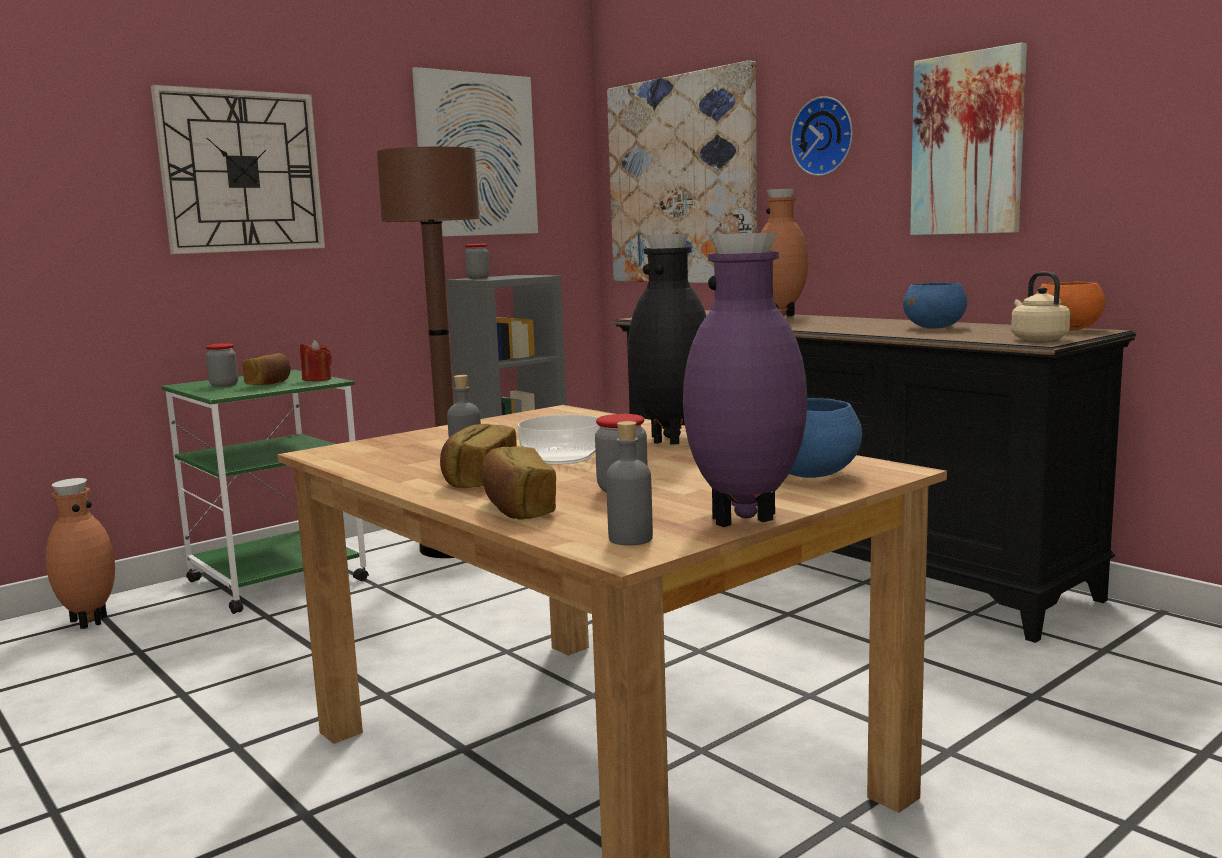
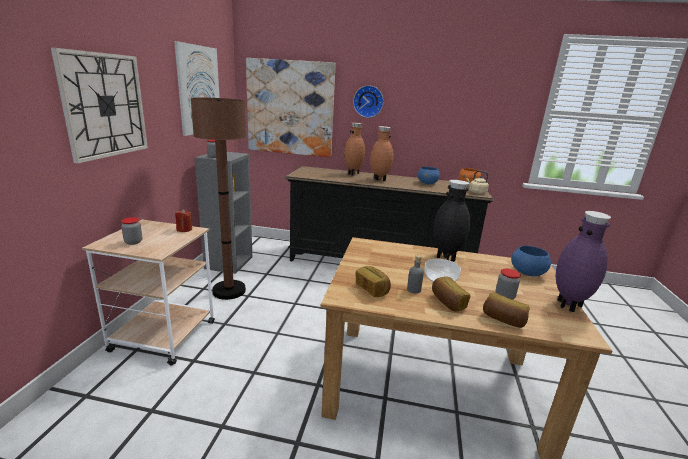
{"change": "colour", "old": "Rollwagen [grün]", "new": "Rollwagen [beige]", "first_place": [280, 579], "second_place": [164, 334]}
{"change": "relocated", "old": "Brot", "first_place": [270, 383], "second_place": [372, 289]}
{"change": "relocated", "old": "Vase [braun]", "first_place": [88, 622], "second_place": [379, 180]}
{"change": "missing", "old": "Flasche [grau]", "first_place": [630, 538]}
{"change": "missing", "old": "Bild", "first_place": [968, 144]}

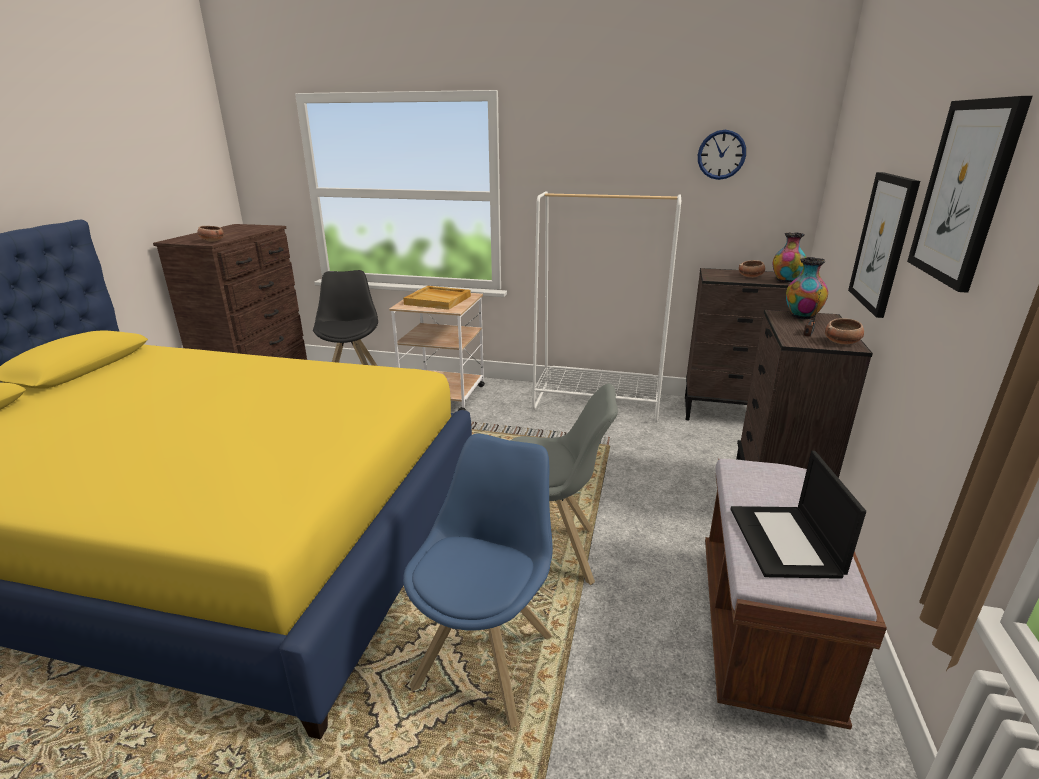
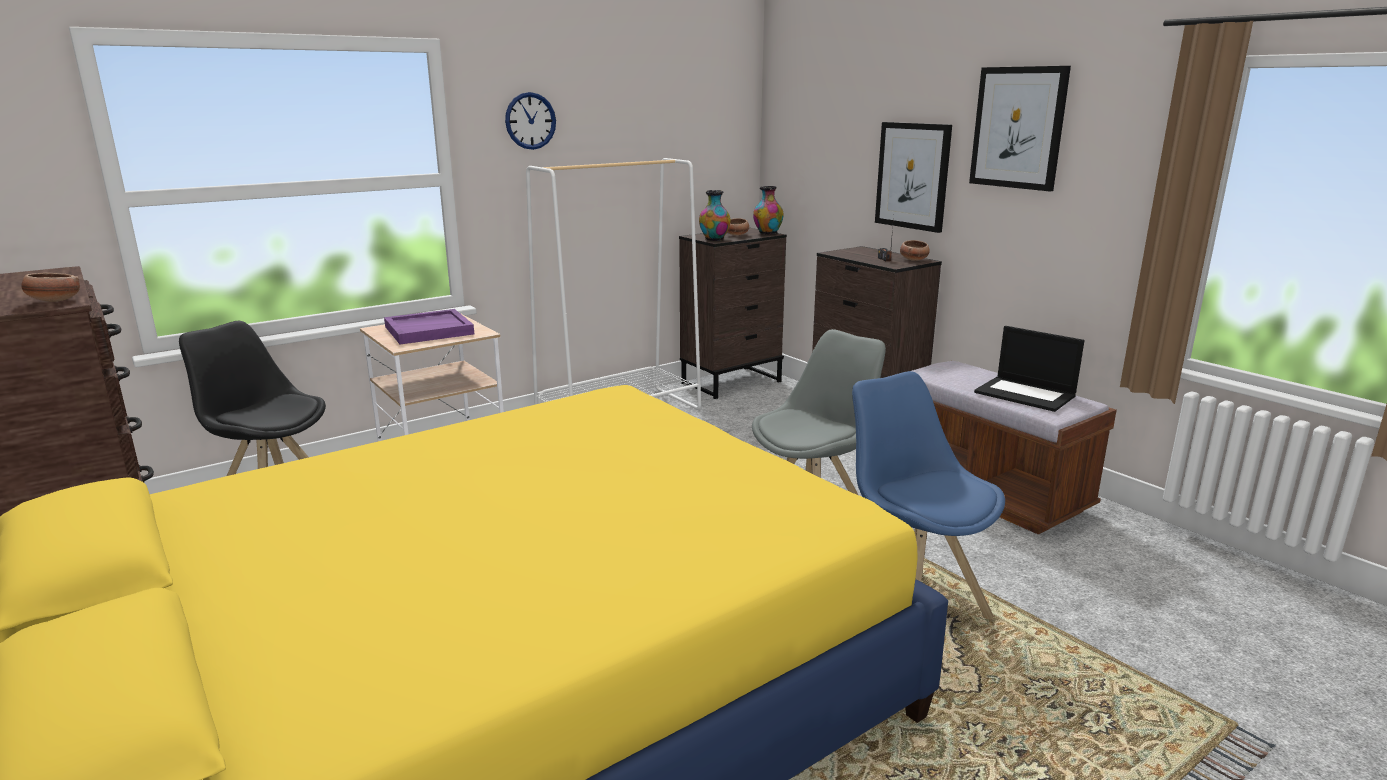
{"change": "colour", "old": "Tablett [beige]", "new": "Tablett [lila]", "first_place": [438, 300], "second_place": [429, 330]}
{"change": "relocated", "old": "Wanduhr", "first_place": [721, 154], "second_place": [530, 121]}
{"change": "relocated", "old": "Vase", "first_place": [801, 316], "second_place": [714, 239]}

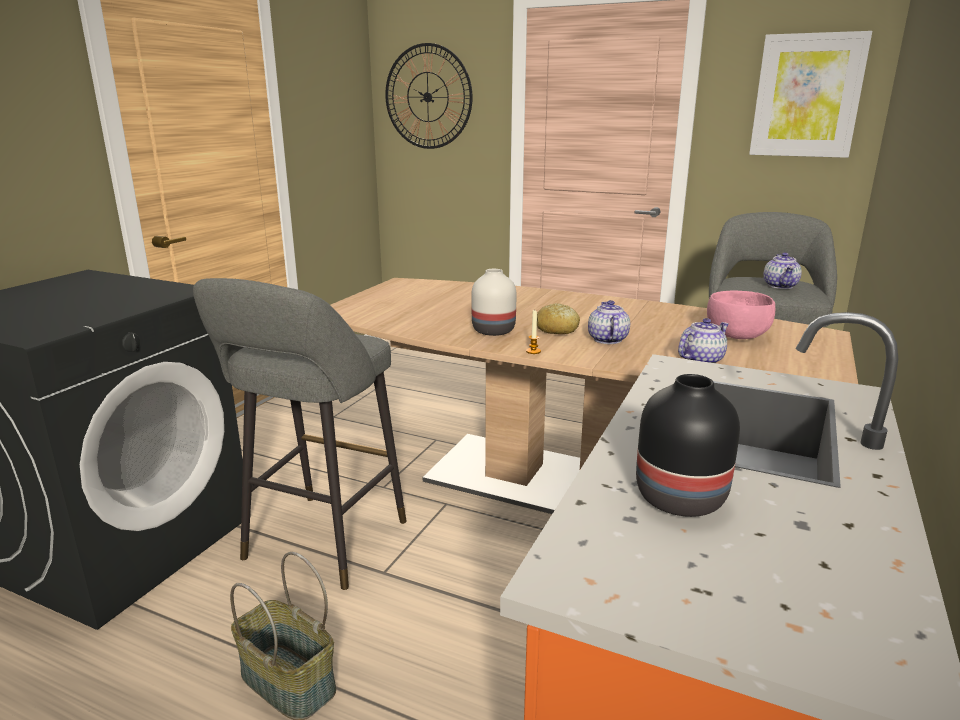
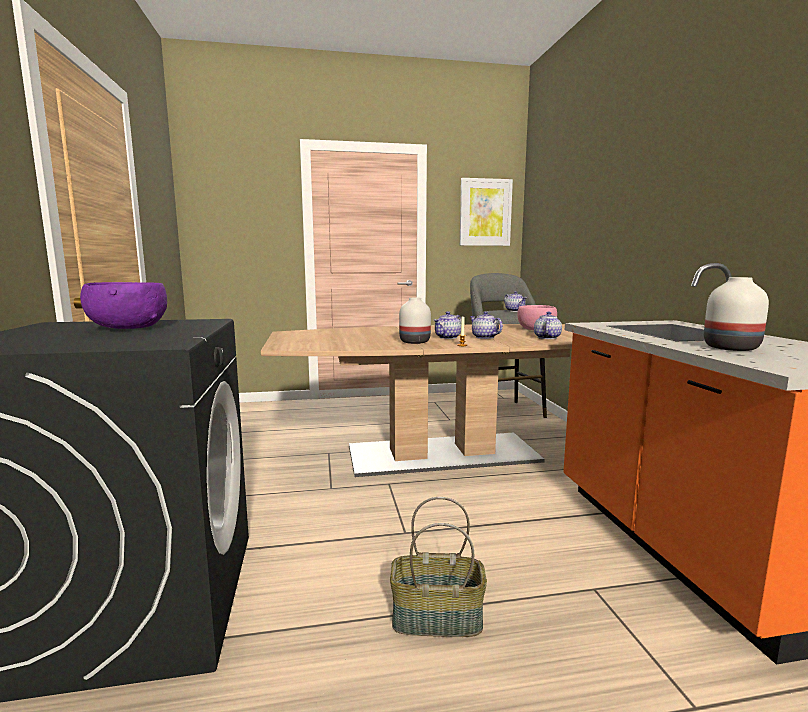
{"change": "appeared", "new": "Schüssel [lila]", "second_place": [128, 328]}
{"change": "exchanged", "old": "Brot", "new": "Teekanne", "first_place": [557, 329], "second_place": [448, 337]}
{"change": "colour", "old": "Vase [schwarz]", "new": "Vase [weiß]", "first_place": [682, 499], "second_place": [732, 348]}
{"change": "missing", "old": "Hocker [grau]", "first_place": [320, 545]}
{"change": "missing", "old": "Wanduhr", "first_place": [428, 97]}

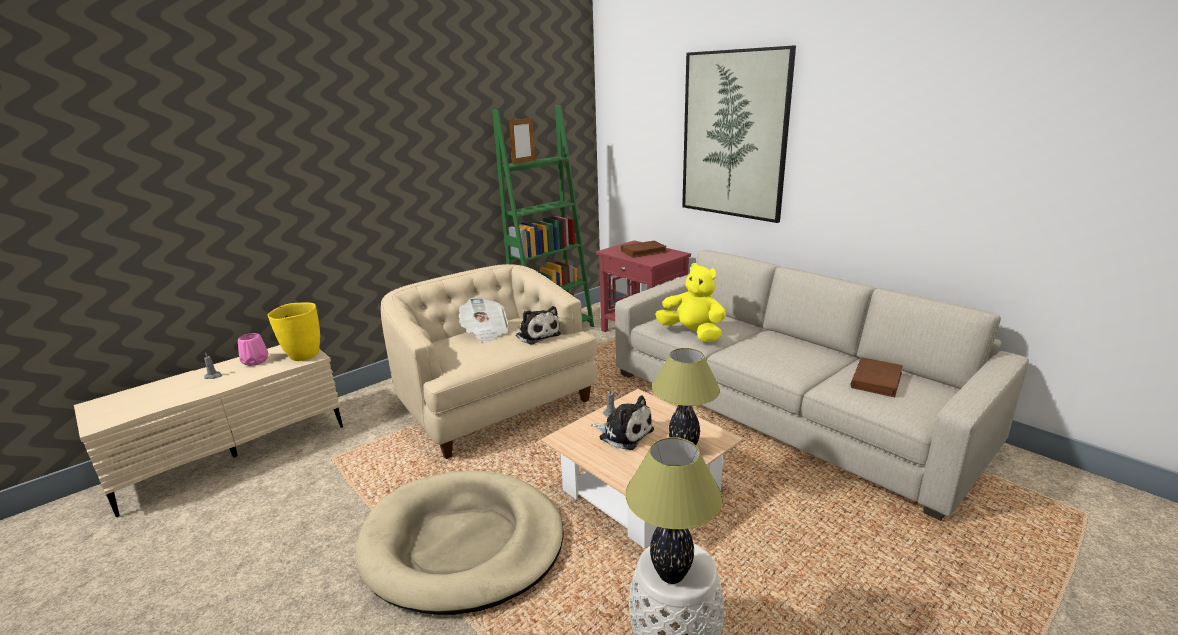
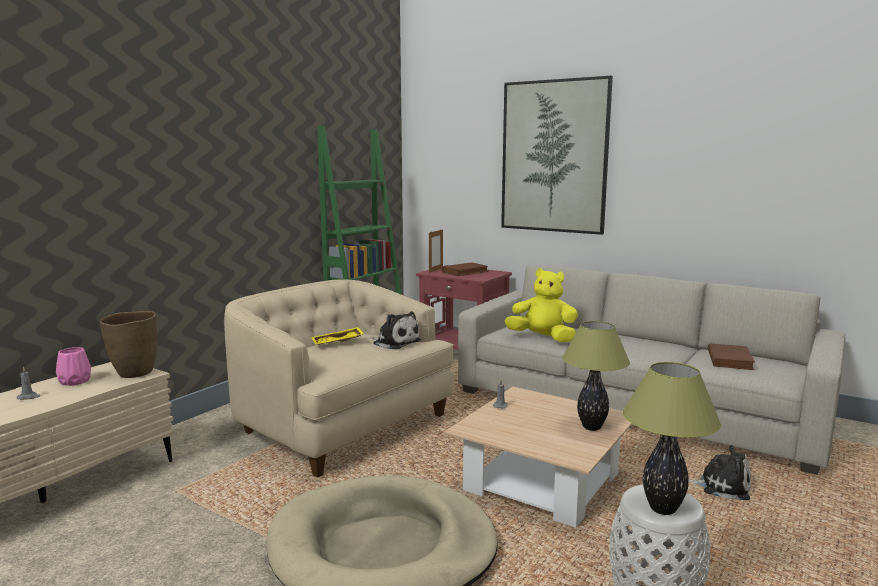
{"change": "colour", "old": "Vase [gelb]", "new": "Vase [braun]", "first_place": [303, 356], "second_place": [134, 373]}
{"change": "exchanged", "old": "Zeitung", "new": "Tablett [gelb]", "first_place": [485, 332], "second_place": [338, 343]}
{"change": "relocated", "old": "Bilderrahmen", "first_place": [524, 162], "second_place": [436, 270]}
{"change": "relocated", "old": "Plüschtier", "first_place": [624, 433], "second_place": [721, 486]}

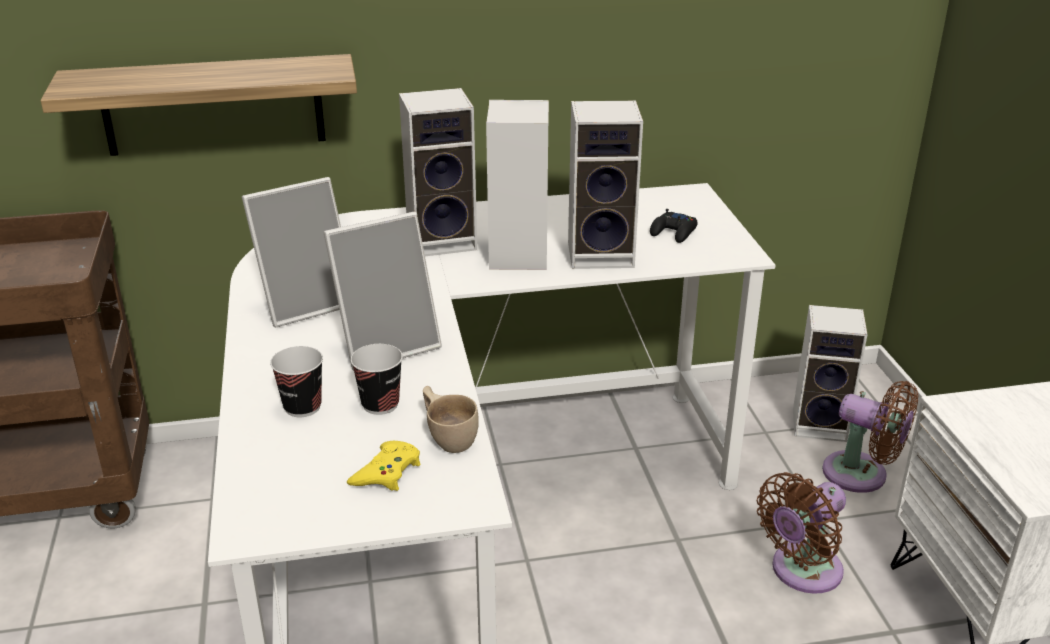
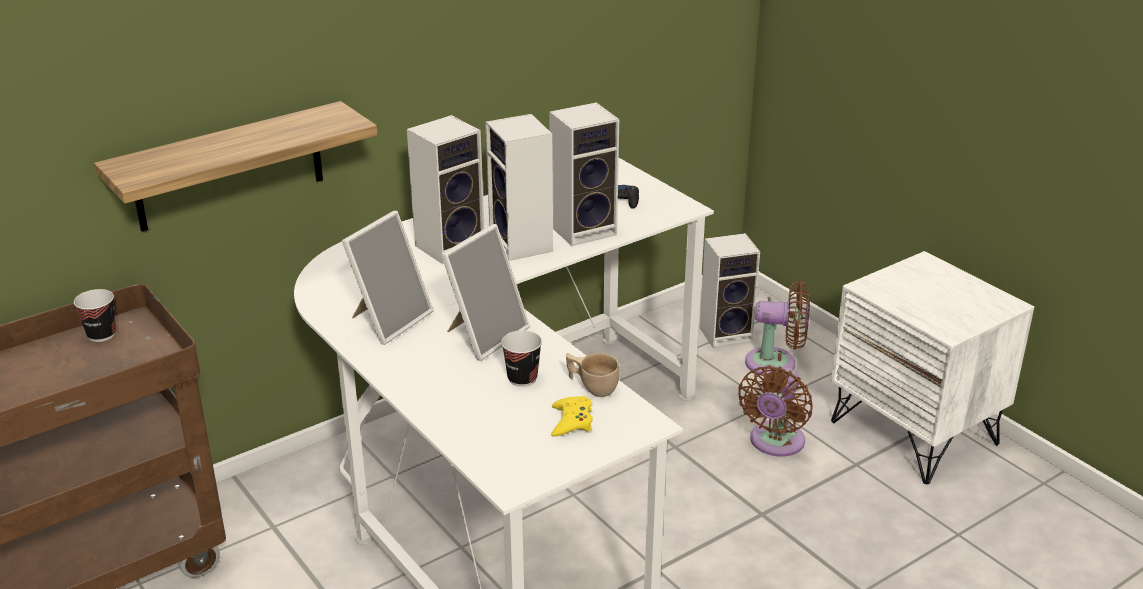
{"change": "relocated", "old": "Tasse", "first_place": [302, 407], "second_place": [101, 334]}

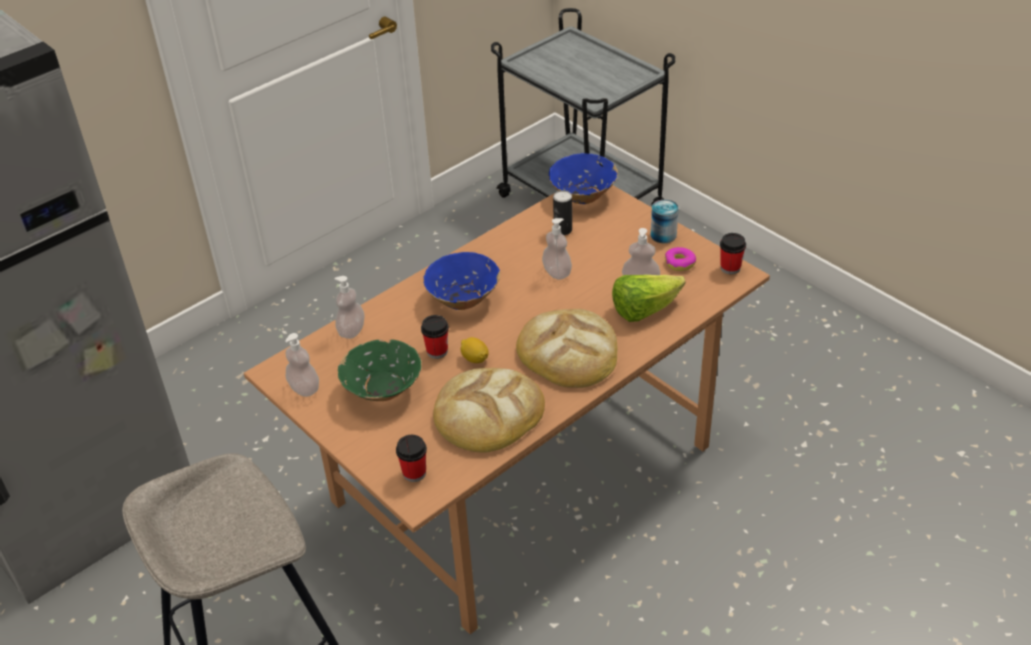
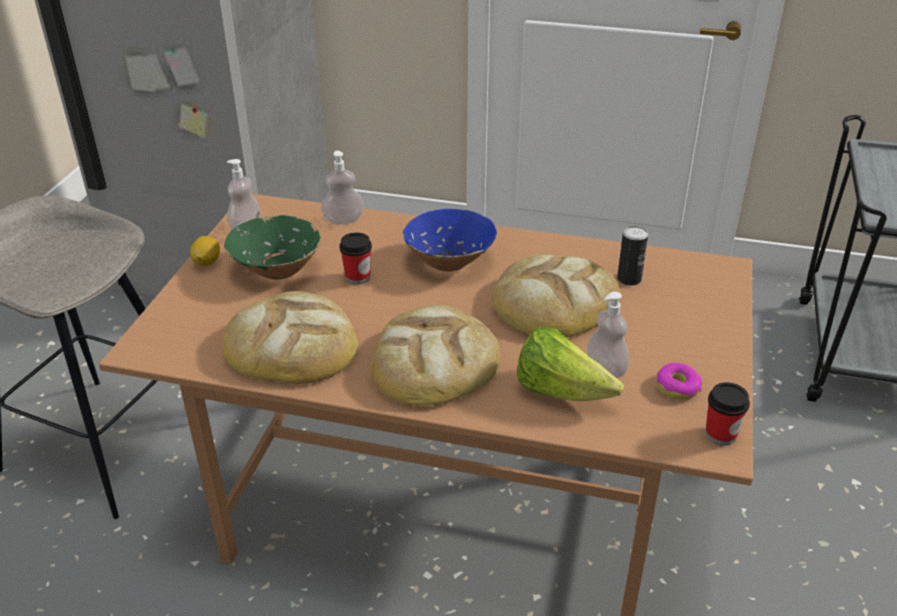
{"change": "relocated", "old": "Zitrone", "first_place": [475, 359], "second_place": [207, 262]}
{"change": "exchanged", "old": "Seifenspender", "new": "Brot", "first_place": [557, 272], "second_place": [554, 303]}
{"change": "missing", "old": "Tasse", "first_place": [414, 473]}
{"change": "missing", "old": "Schüssel [blau]", "first_place": [583, 195]}
{"change": "missing", "old": "Dose", "first_place": [663, 235]}

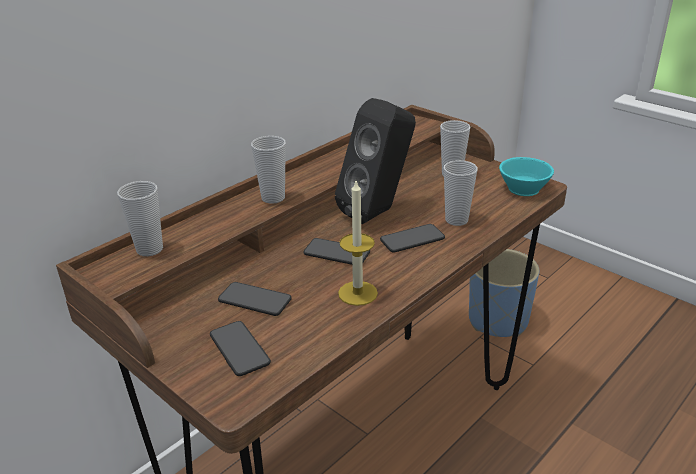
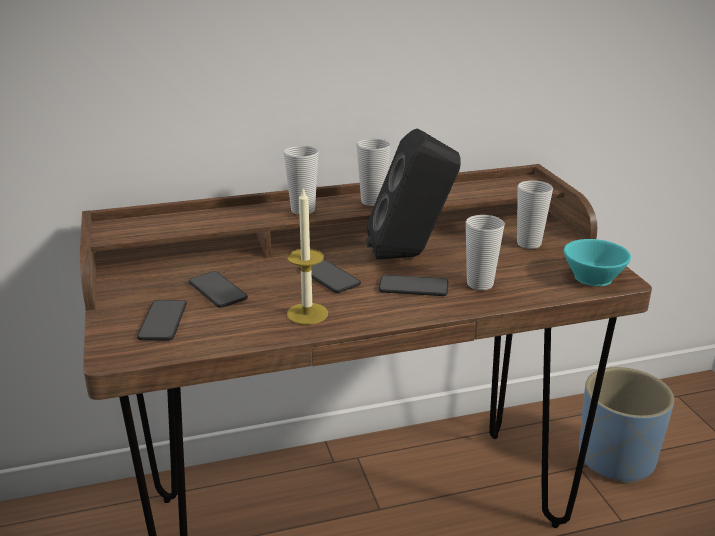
{"change": "relocated", "old": "Tasse", "first_place": [149, 249], "second_place": [372, 201]}

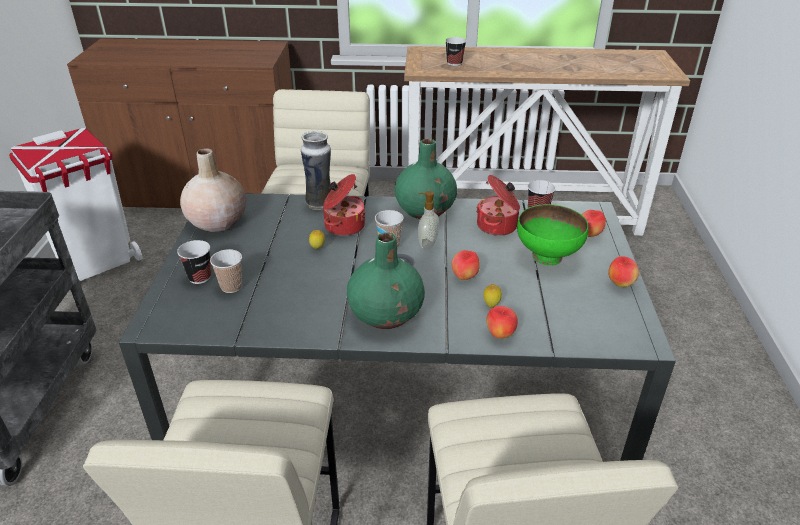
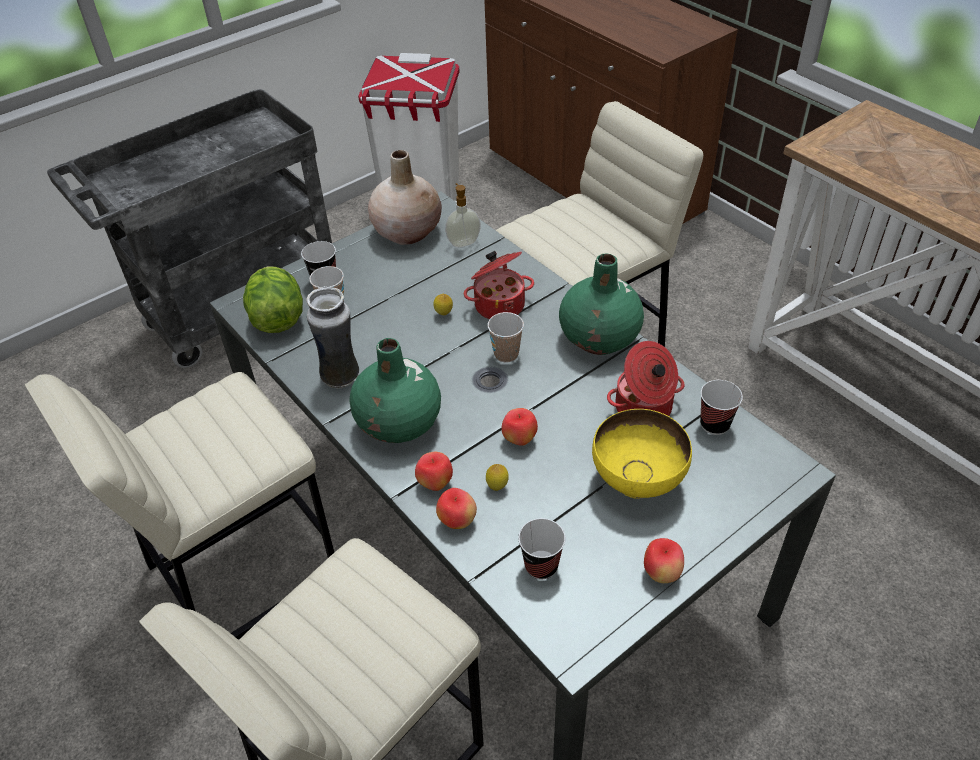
{"change": "appeared", "new": "Salatkopf", "second_place": [278, 318]}
{"change": "relocated", "old": "Vase", "first_place": [320, 204], "second_place": [341, 377]}
{"change": "relocated", "old": "Apfel", "first_place": [589, 234], "second_place": [435, 483]}
{"change": "relocated", "old": "Seifenspender", "first_place": [427, 244], "second_place": [463, 242]}
{"change": "relocated", "old": "Tasse", "first_place": [454, 63], "second_place": [541, 566]}
{"change": "colour", "old": "Schüssel [grün]", "new": "Schüssel [gelb]", "first_place": [548, 256], "second_place": [637, 482]}

